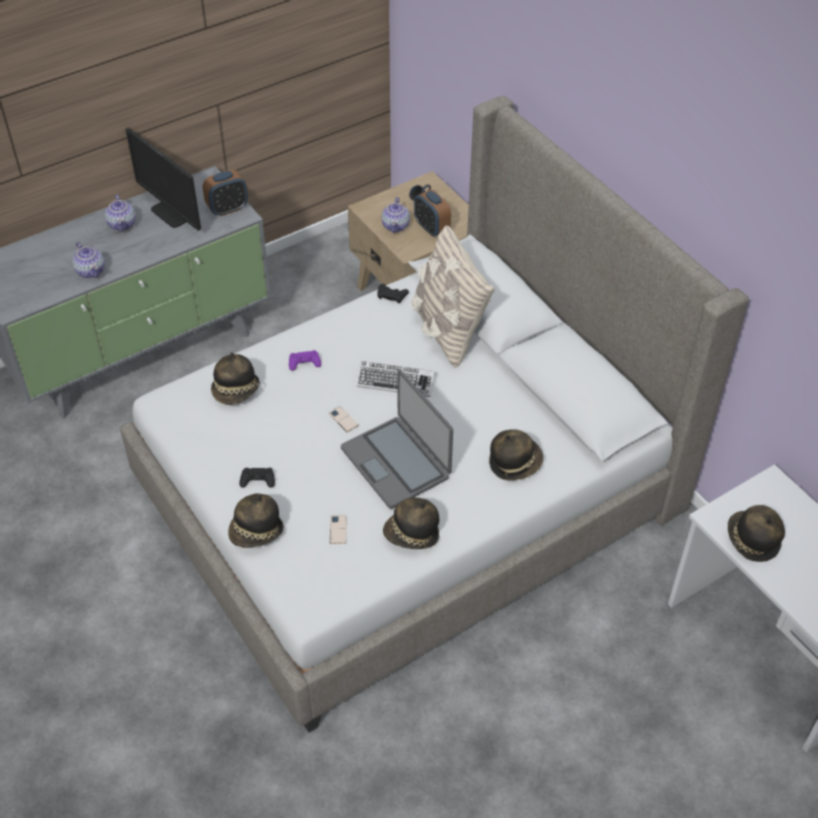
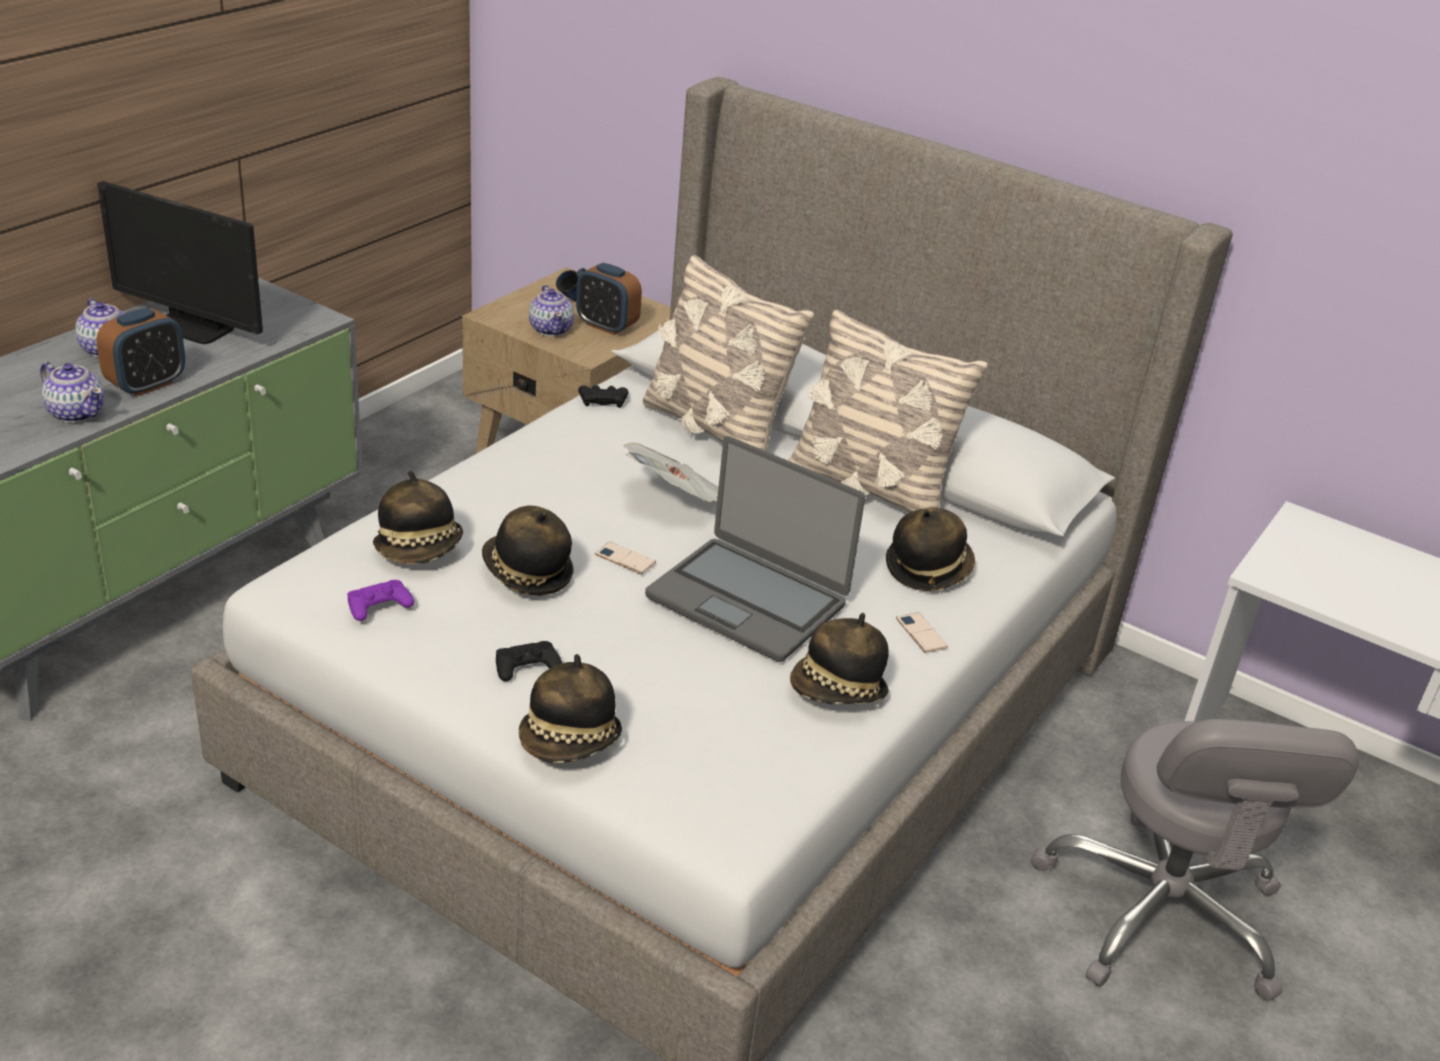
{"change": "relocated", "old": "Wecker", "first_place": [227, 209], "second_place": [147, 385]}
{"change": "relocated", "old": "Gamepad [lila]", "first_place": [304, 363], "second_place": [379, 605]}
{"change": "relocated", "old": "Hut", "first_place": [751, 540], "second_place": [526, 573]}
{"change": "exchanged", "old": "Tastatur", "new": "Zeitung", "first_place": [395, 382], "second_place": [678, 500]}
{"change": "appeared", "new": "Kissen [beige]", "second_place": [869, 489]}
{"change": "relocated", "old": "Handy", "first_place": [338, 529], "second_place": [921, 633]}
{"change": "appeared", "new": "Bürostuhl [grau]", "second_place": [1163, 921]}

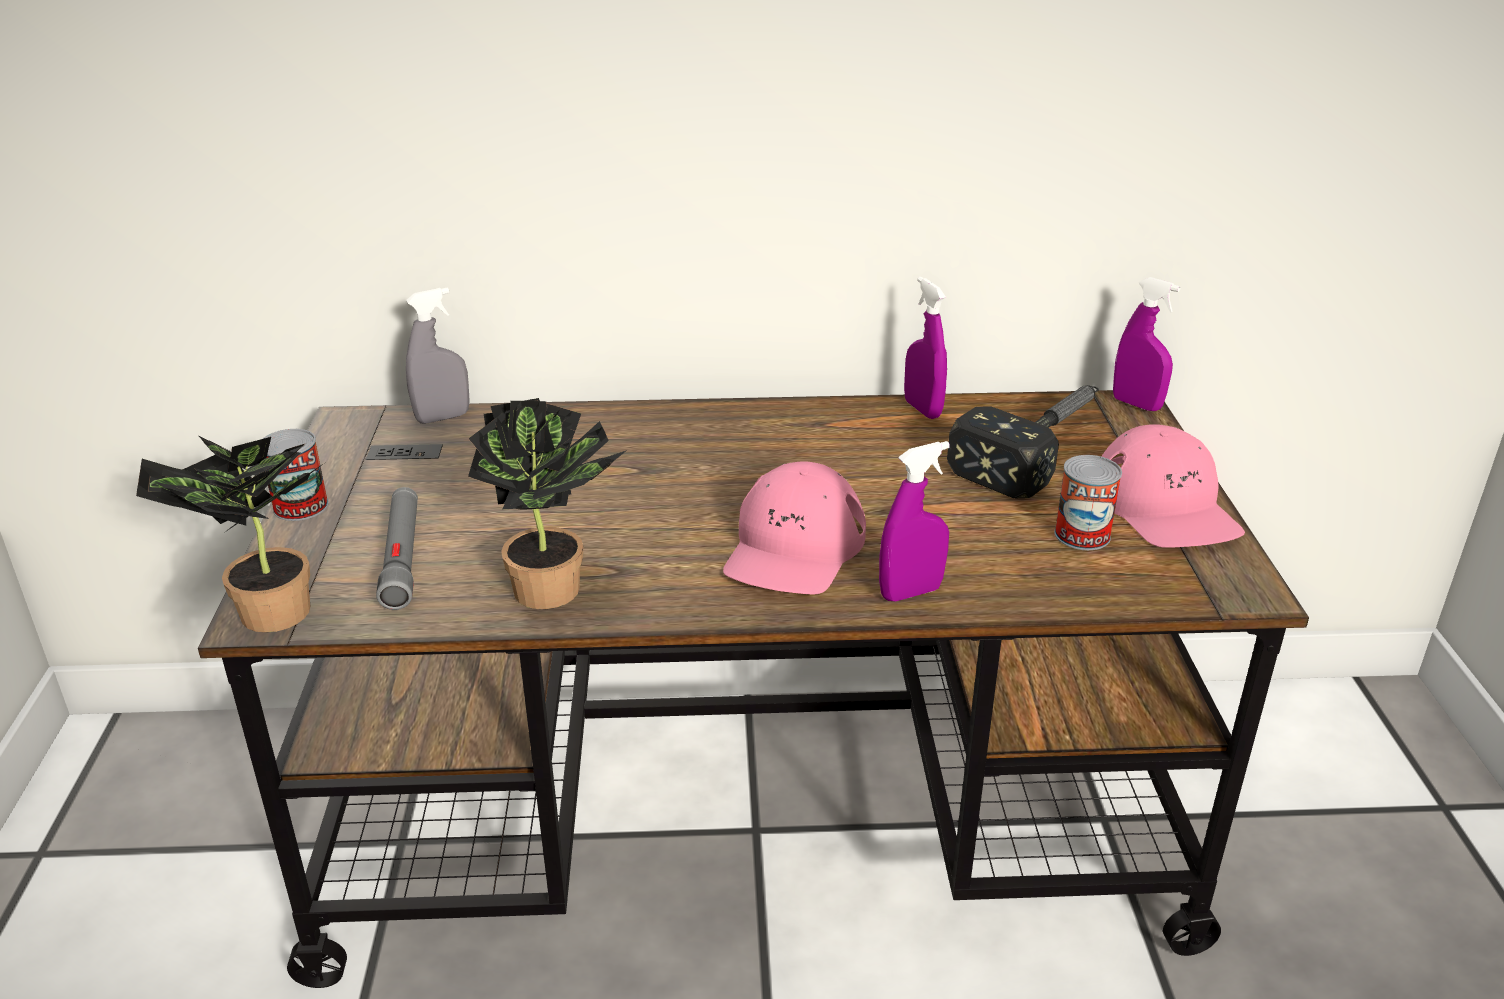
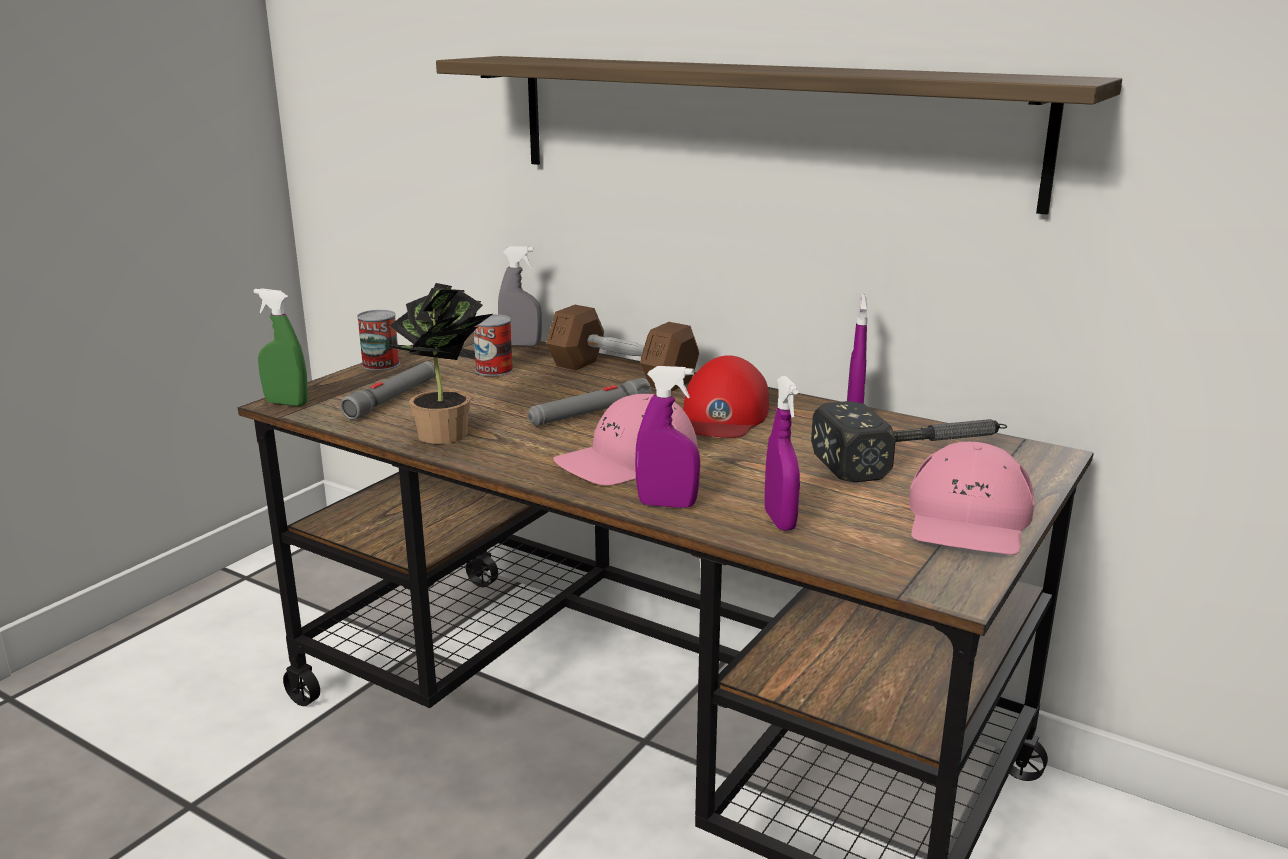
{"change": "exchanged", "old": "Topfpflanze", "new": "Sprühflasche [grün]", "first_place": [264, 616], "second_place": [286, 403]}
{"change": "appeared", "new": "Wandregal", "second_place": [759, 126]}
{"change": "relocated", "old": "Dose", "first_place": [1082, 535], "second_place": [494, 370]}
{"change": "appeared", "new": "Taschenlampe [grau]", "second_place": [590, 414]}
{"change": "appeared", "new": "Hantel [braun]", "second_place": [621, 373]}
{"change": "appeared", "new": "Kappe [rot]", "second_place": [724, 415]}
{"change": "relocated", "old": "Sprühflasche [lila]", "first_place": [1136, 404], "second_place": [780, 521]}

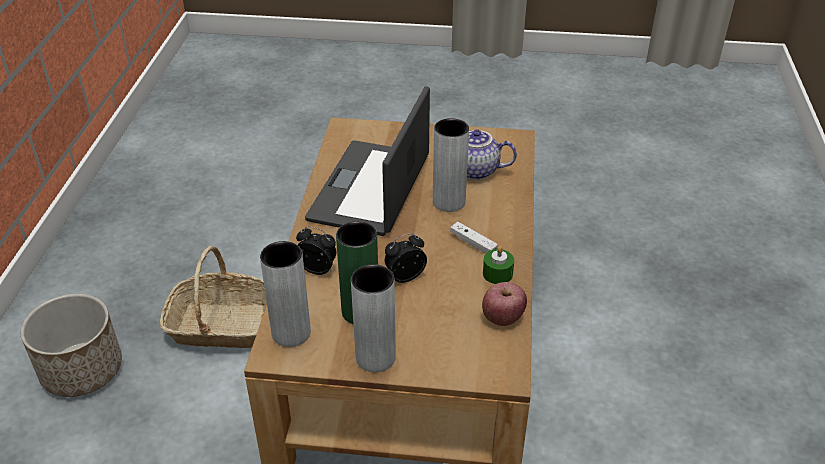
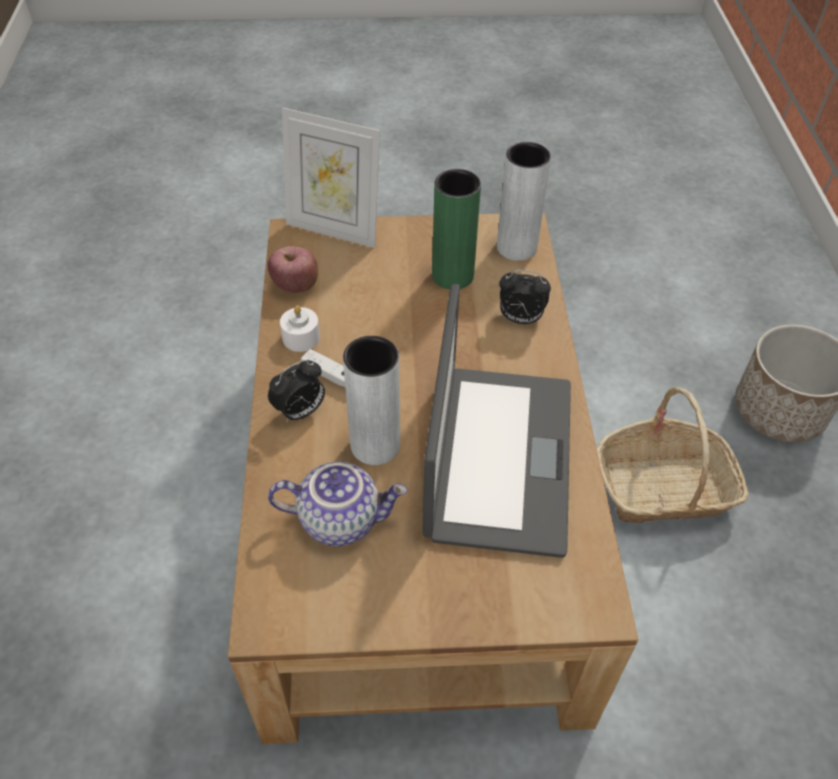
{"change": "relocated", "old": "Wecker", "first_place": [405, 276], "second_place": [300, 412]}
{"change": "colour", "old": "Kerze [grün]", "new": "Kerze [weiß]", "first_place": [497, 273], "second_place": [301, 338]}
{"change": "appeared", "new": "Bilderrahmen", "second_place": [334, 229]}
{"change": "missing", "old": "Vase [grau]", "first_place": [375, 357]}

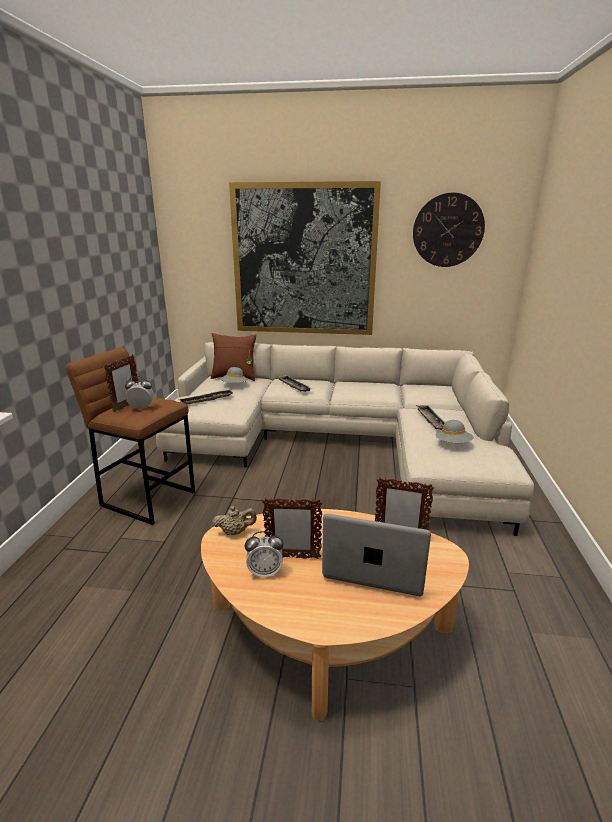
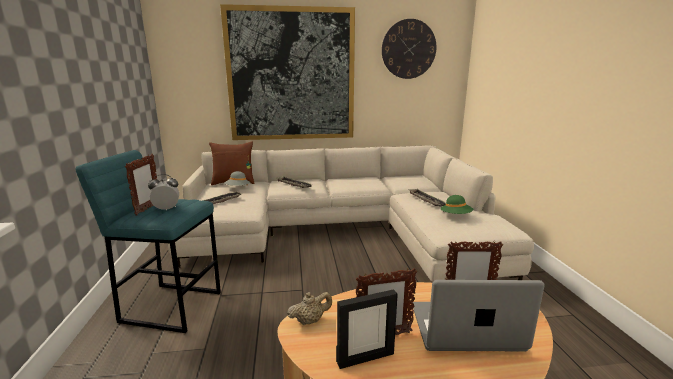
{"change": "colour", "old": "Hocker [braun]", "new": "Hocker [türkis]", "first_place": [146, 498], "second_place": [169, 306]}
{"change": "exchanged", "old": "Wecker", "new": "Bilderrahmen", "first_place": [265, 572], "second_place": [365, 357]}
{"change": "colour", "old": "Hut [grau]", "new": "Hut [grün]", "first_place": [453, 444], "second_place": [456, 216]}

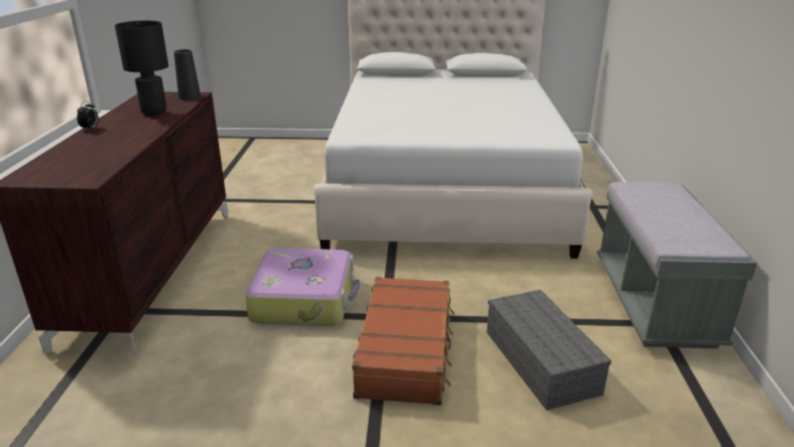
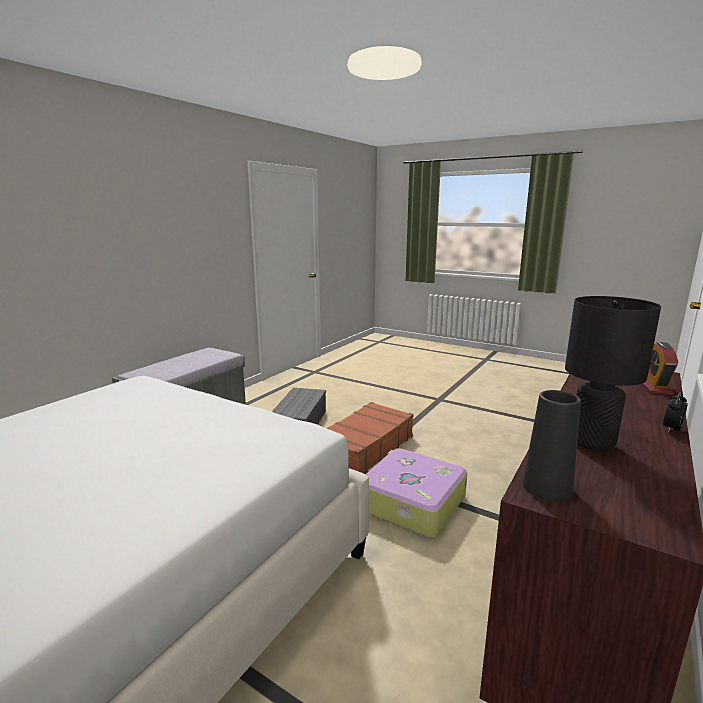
{"change": "appeared", "new": "Wecker", "second_place": [655, 387]}

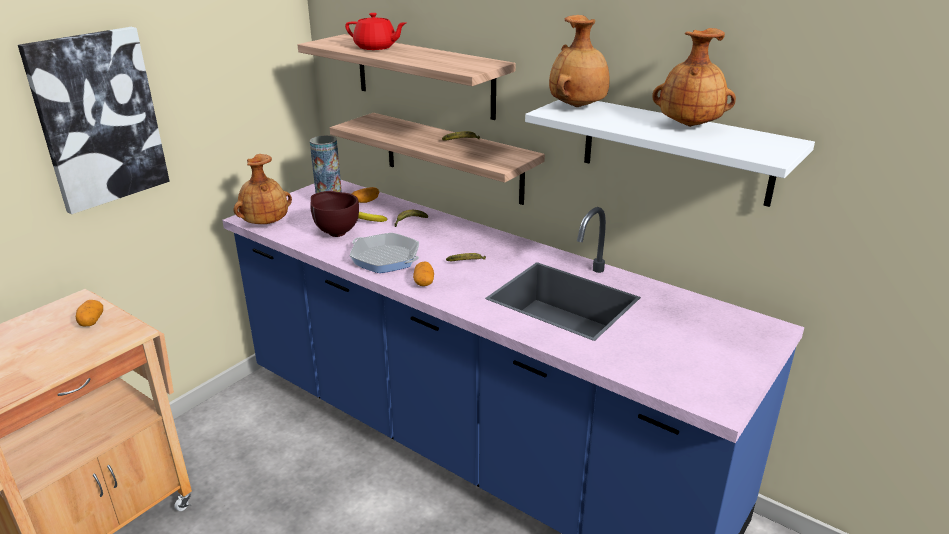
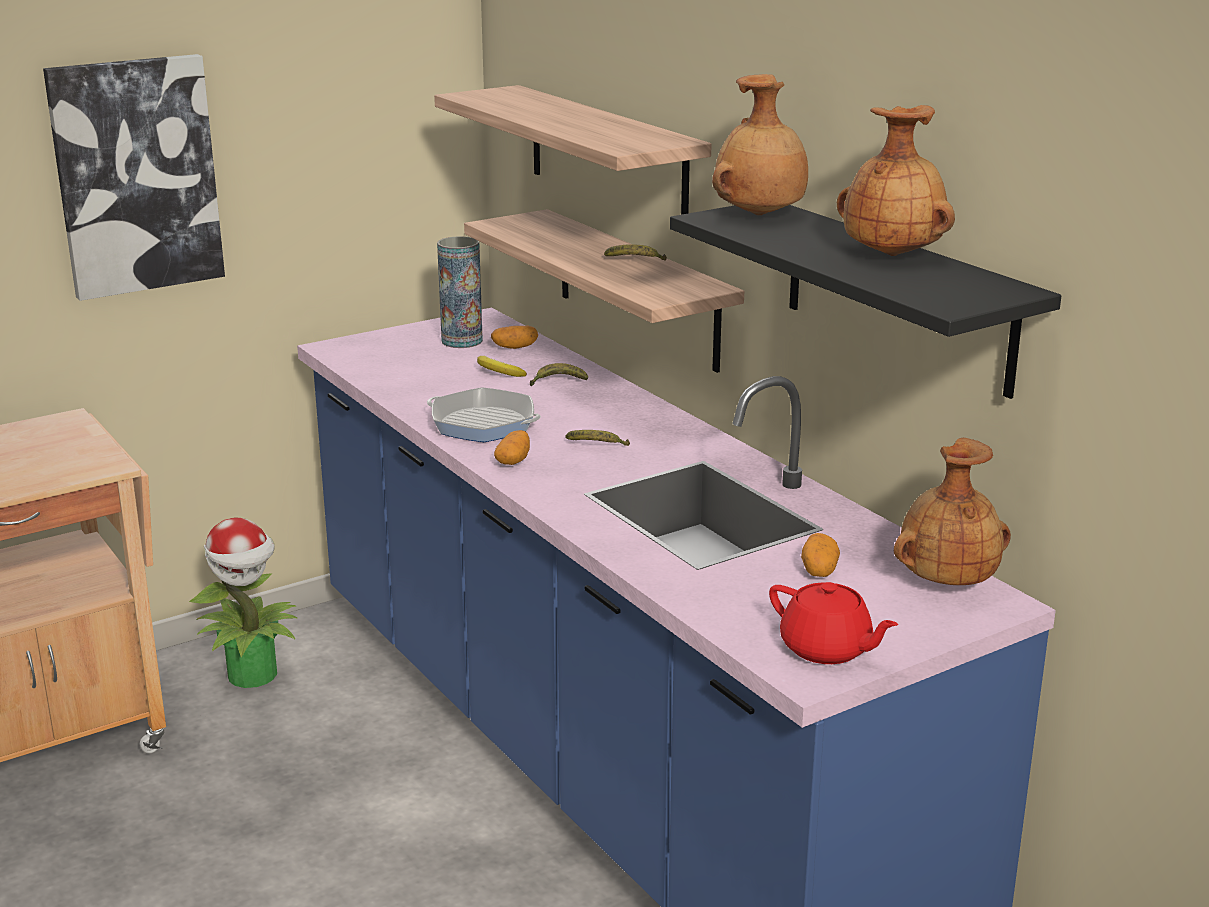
{"change": "appeared", "new": "Topfpflanze", "second_place": [254, 675]}
{"change": "spun", "old": "Pfanne", "first_place": [385, 258], "second_place": [483, 424], "degrees": 150}
{"change": "colour", "old": "Wandregal [weiß]", "new": "Wandregal [schwarz]", "first_place": [675, 150], "second_place": [898, 296]}
{"change": "relocated", "old": "Teekanne [rot]", "first_place": [376, 47], "second_place": [827, 649]}
{"change": "relocated", "old": "Kartoffel", "first_place": [91, 321], "second_place": [819, 569]}
{"change": "relocated", "old": "Vase [braun]", "first_place": [265, 223], "second_place": [946, 581]}
{"change": "missing", "old": "Schüssel [braun]", "first_place": [336, 232]}

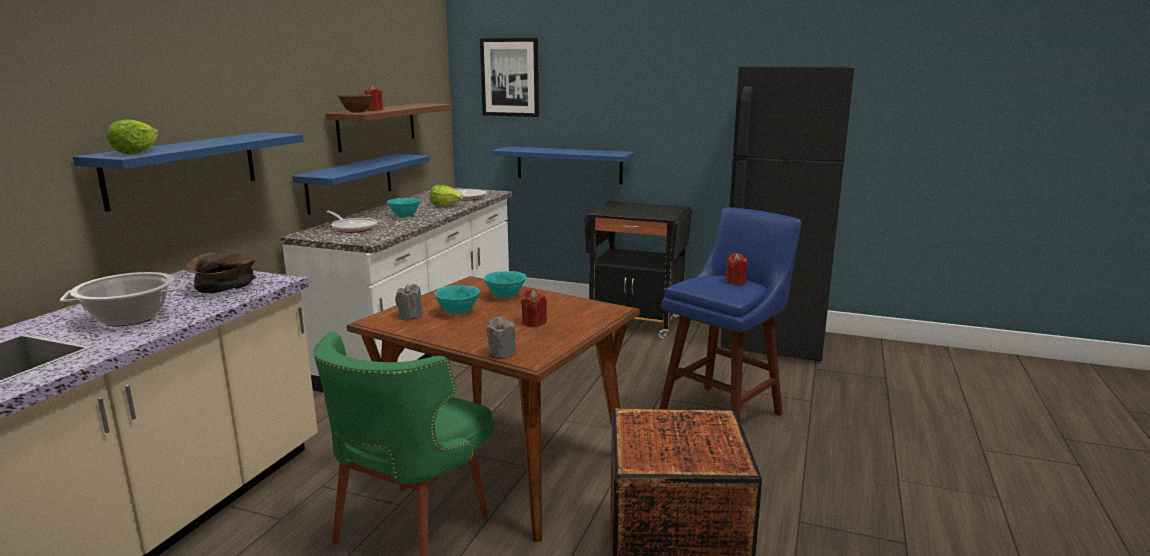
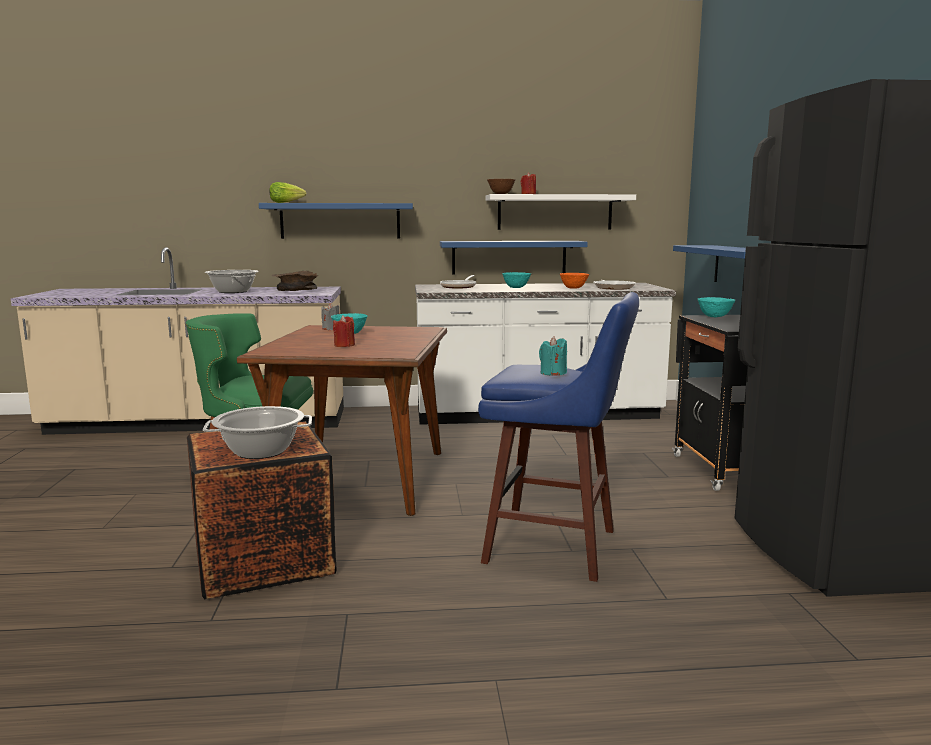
{"change": "appeared", "new": "Kochtopf", "second_place": [260, 451]}
{"change": "colour", "old": "Wandregal [braun]", "new": "Wandregal [weiß]", "first_place": [377, 126], "second_place": [555, 212]}
{"change": "colour", "old": "Kerze [rot]", "new": "Kerze [türkis]", "first_place": [735, 281], "second_place": [553, 373]}
{"change": "exchanged", "old": "Salatkopf", "new": "Schüssel [orange]", "first_place": [446, 205], "second_place": [573, 288]}
{"change": "relocated", "old": "Schüssel [türkis]", "first_place": [506, 296], "second_place": [714, 317]}
{"change": "missing", "old": "Bild", "first_place": [510, 77]}
{"change": "missing", "old": "Kerze [grau]", "first_place": [501, 353]}

